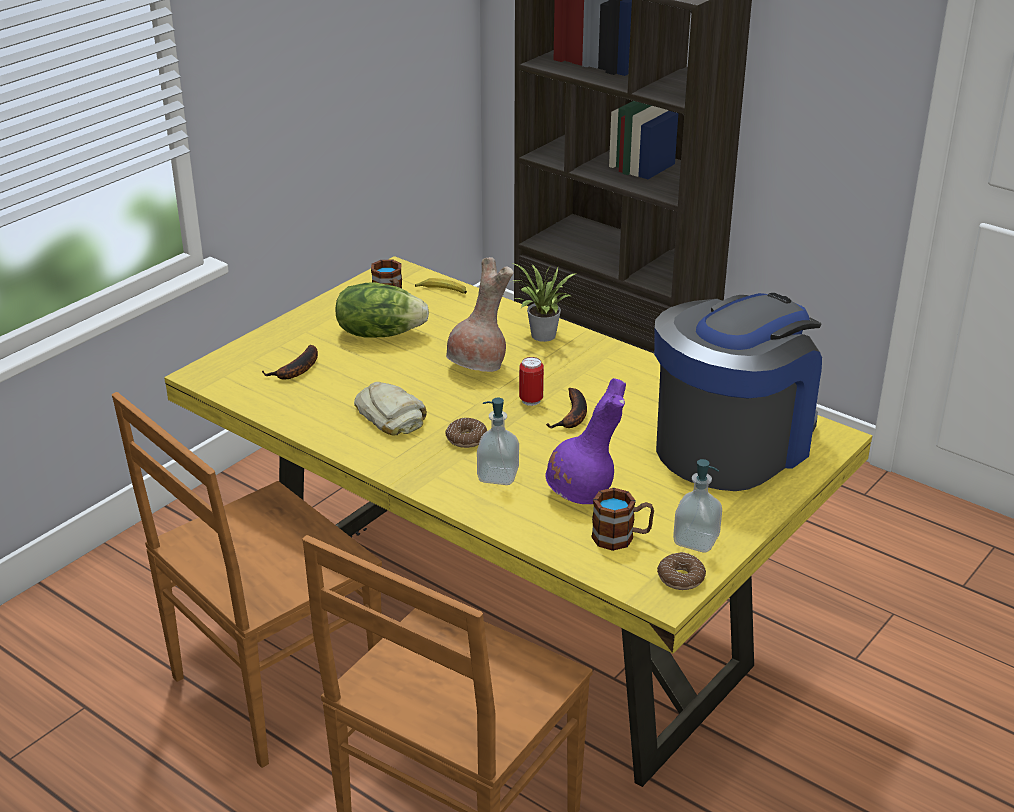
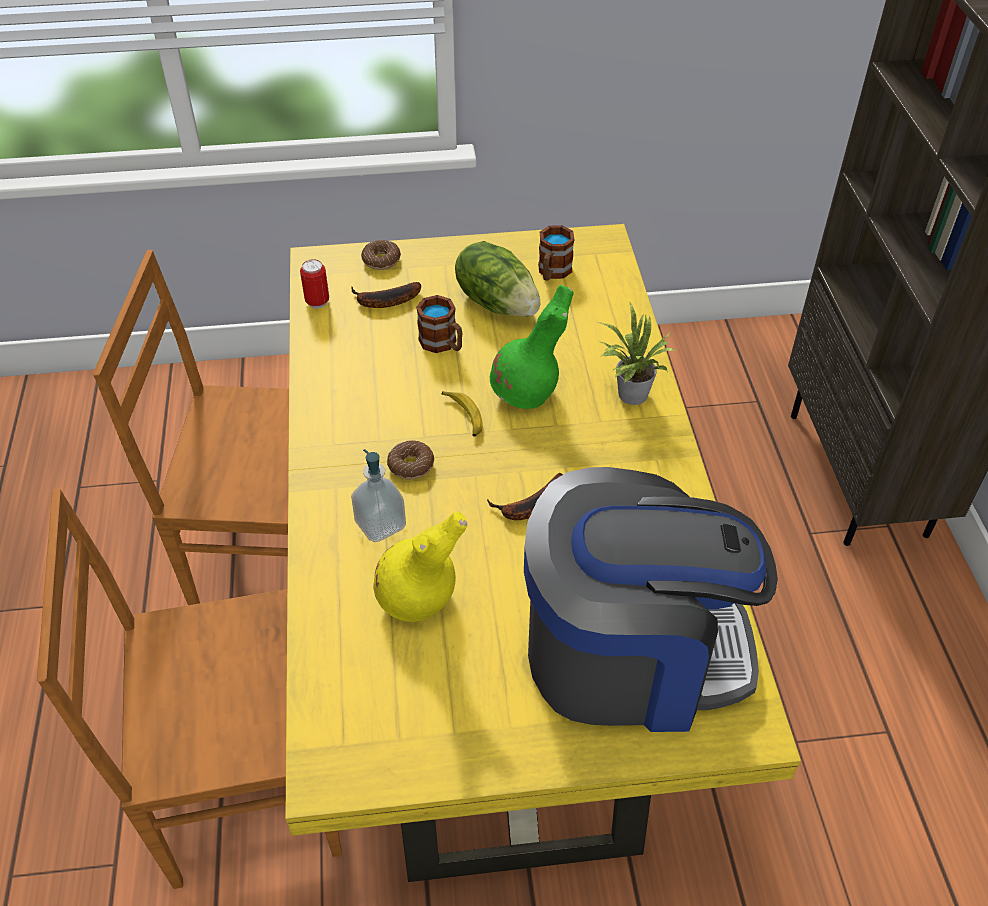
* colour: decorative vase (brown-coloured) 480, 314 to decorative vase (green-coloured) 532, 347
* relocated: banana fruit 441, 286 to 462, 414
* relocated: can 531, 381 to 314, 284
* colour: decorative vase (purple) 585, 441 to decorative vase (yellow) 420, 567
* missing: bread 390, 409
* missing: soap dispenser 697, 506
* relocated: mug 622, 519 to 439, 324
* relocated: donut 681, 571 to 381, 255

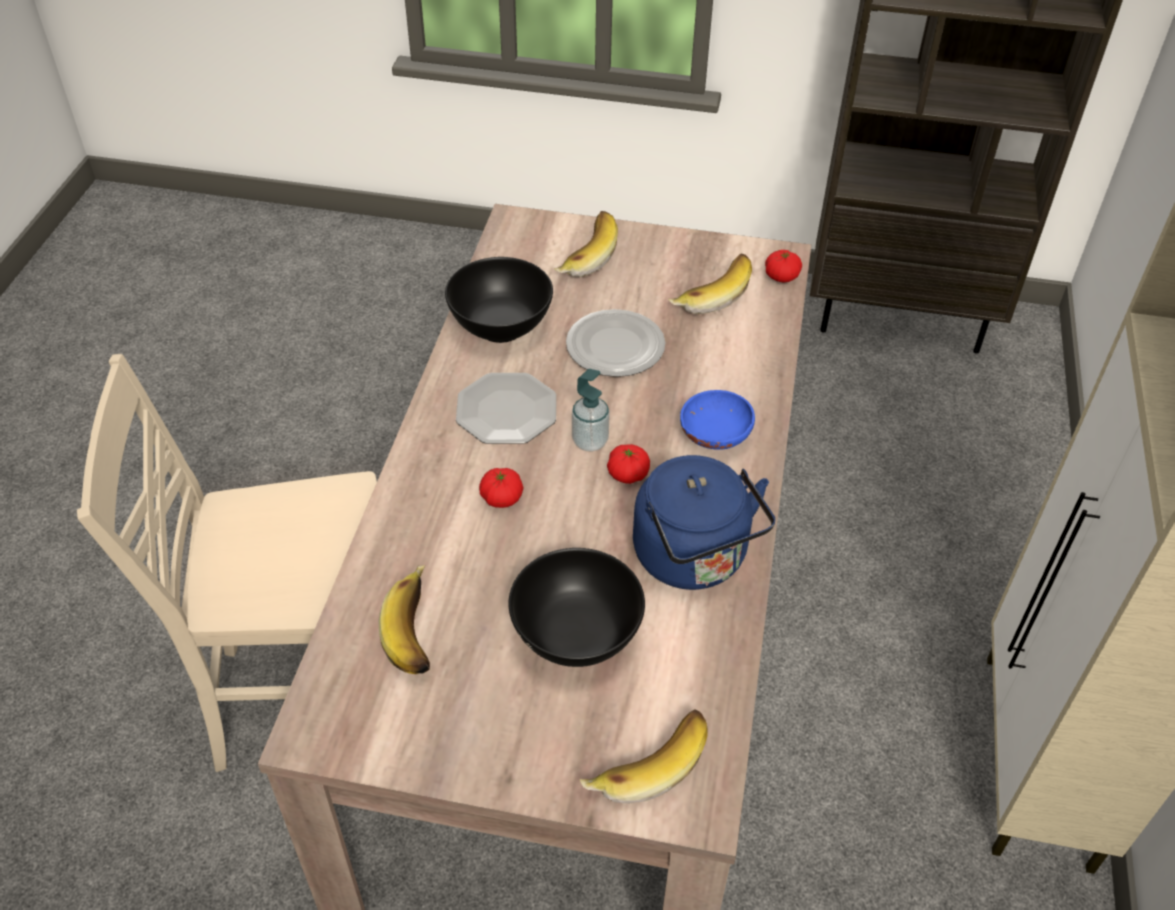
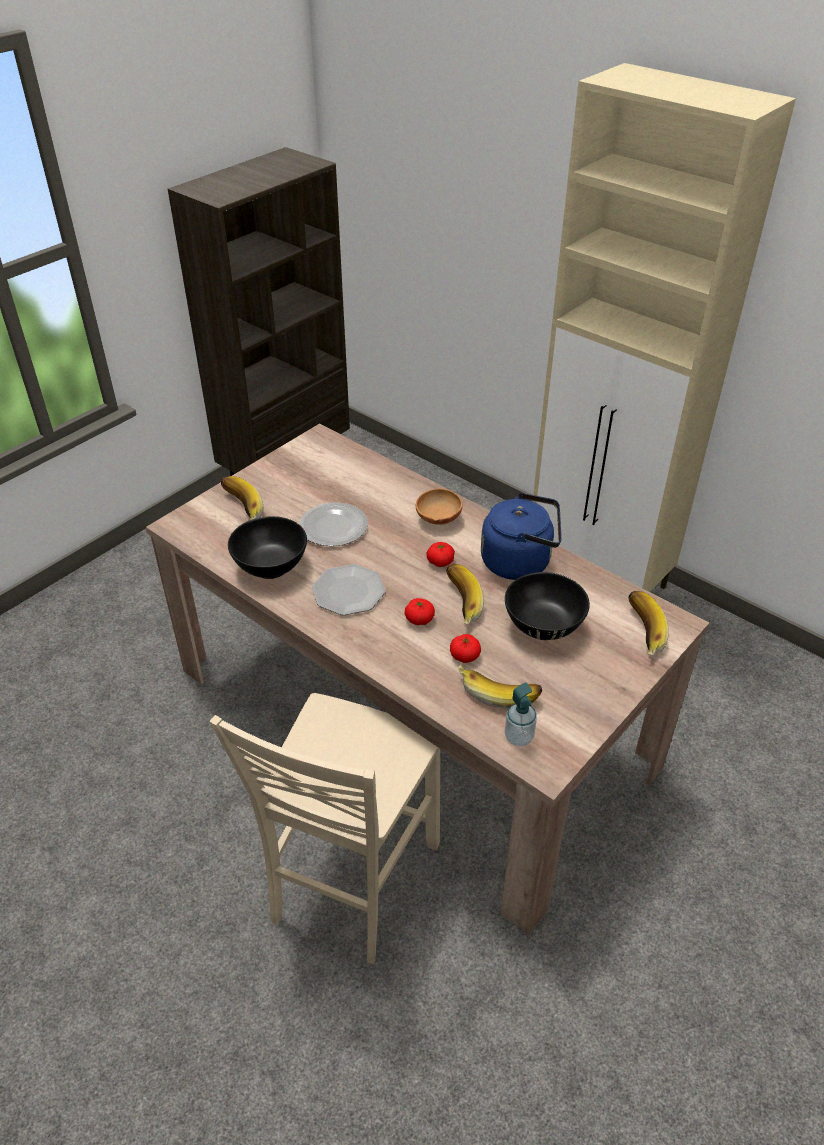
* relocated: whole tomato 783, 266 to 465, 648
* relocated: banana fruit 710, 283 to 465, 594
* relocated: soap dispenser 591, 410 to 521, 714
* colour: serving bowl (blue-coloured) 717, 420 to serving bowl (brown-coloured) 439, 506

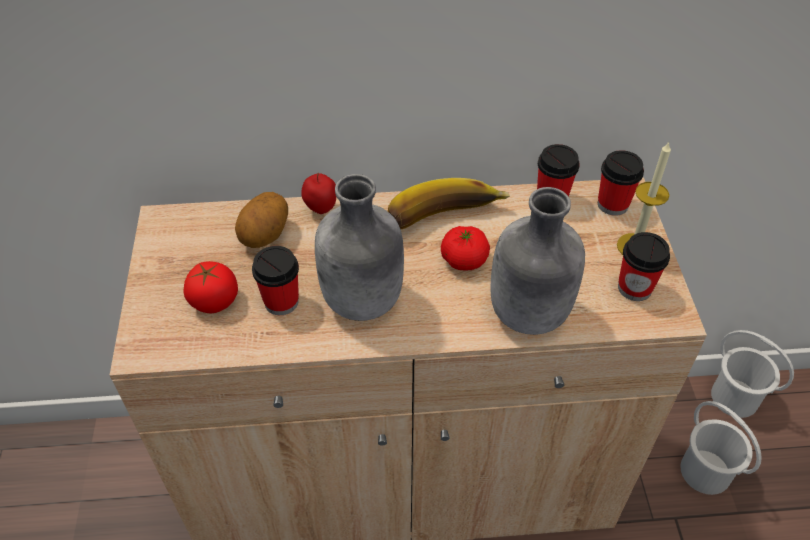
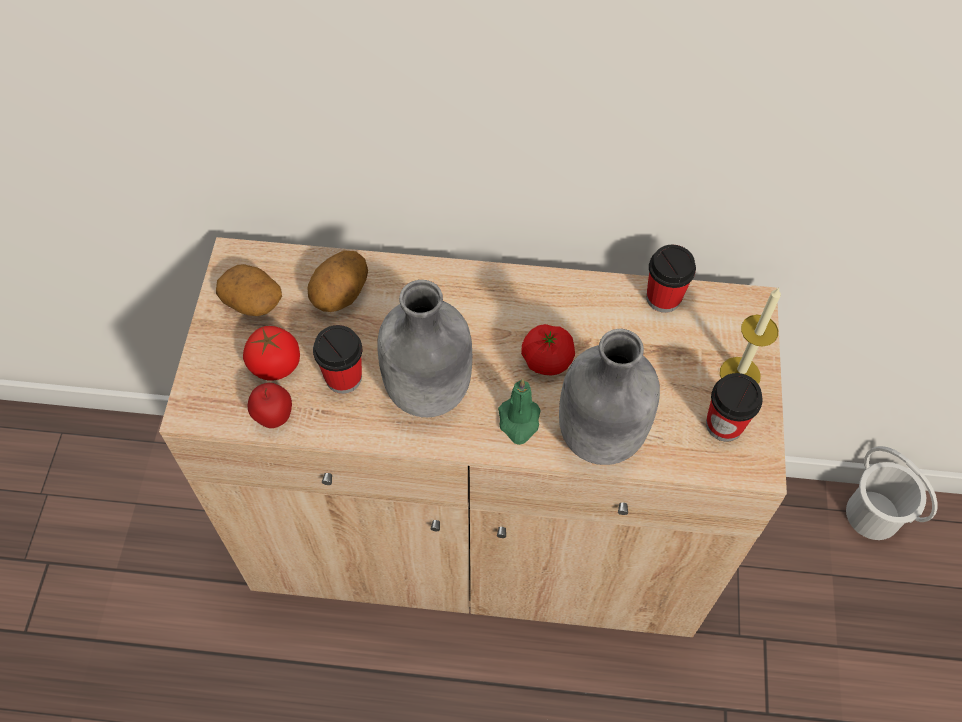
* missing: small cup 621, 183
* relocated: apple fruit 318, 193 to 270, 405
* missing: banana fruit 449, 203
* missing: bucket (white-coloured) 721, 448
* appeared: whole potato 249, 290
* appeared: wax light (green-coloured) 519, 411

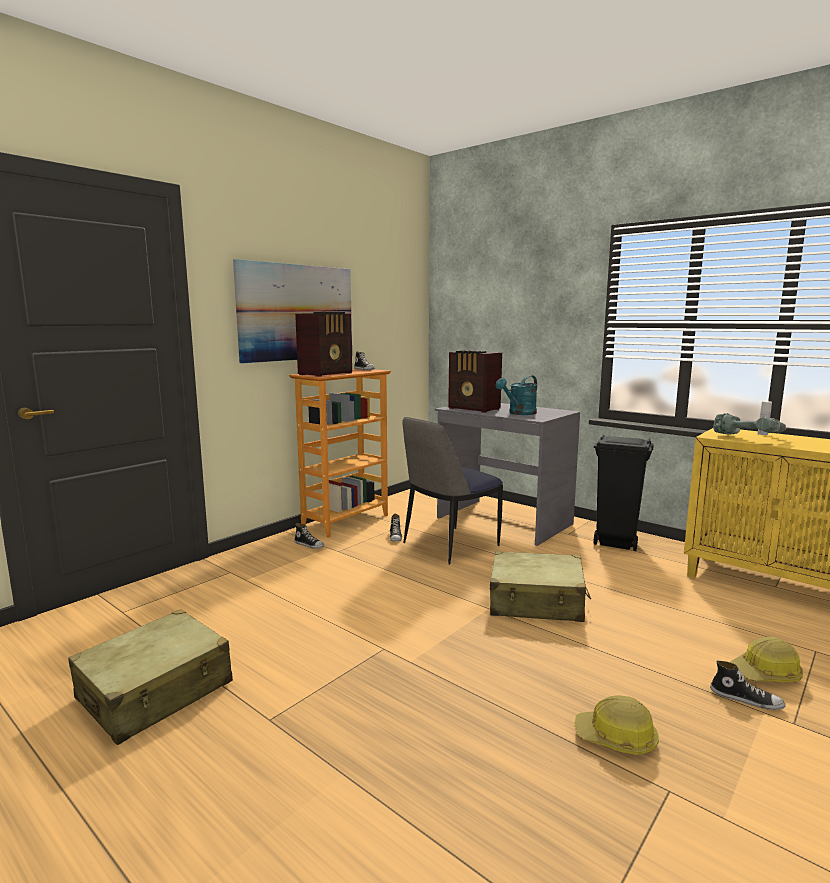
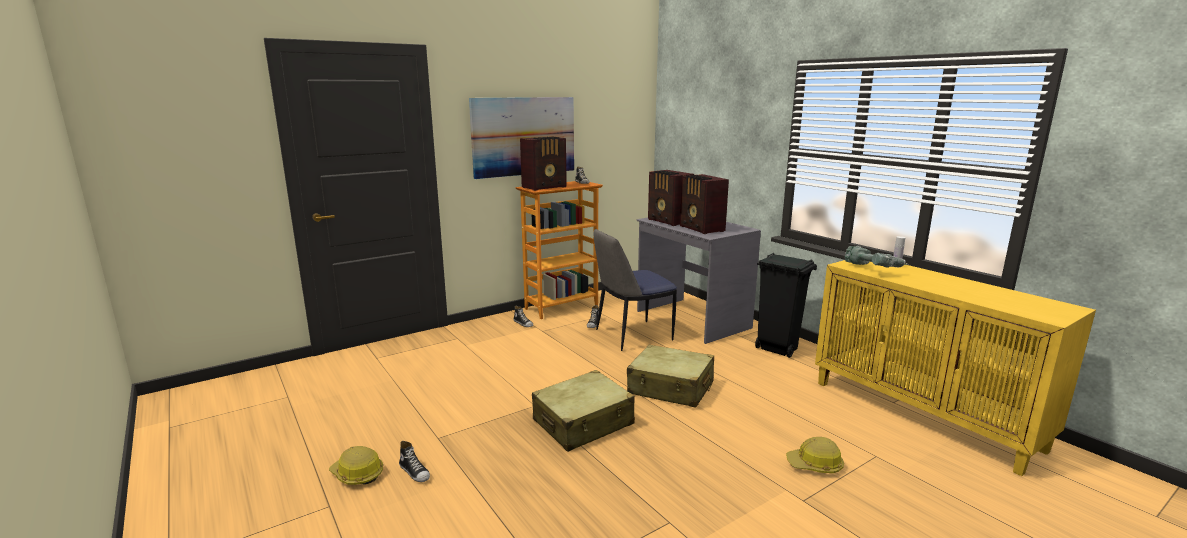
* exchanged: watering pot (turquoise) 516, 395 to radio receiver 704, 204
* relocated: suitcase (sand-coloured) 150, 677 to 583, 411
* relocated: shoe 747, 685 to 414, 461
* relocated: work helmet 617, 725 to 356, 465

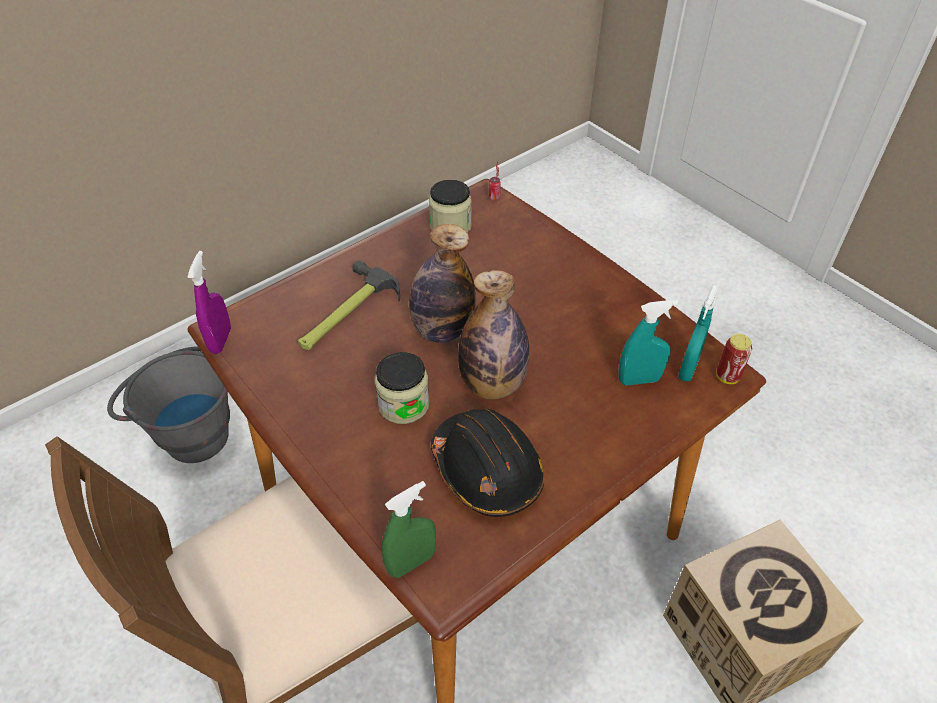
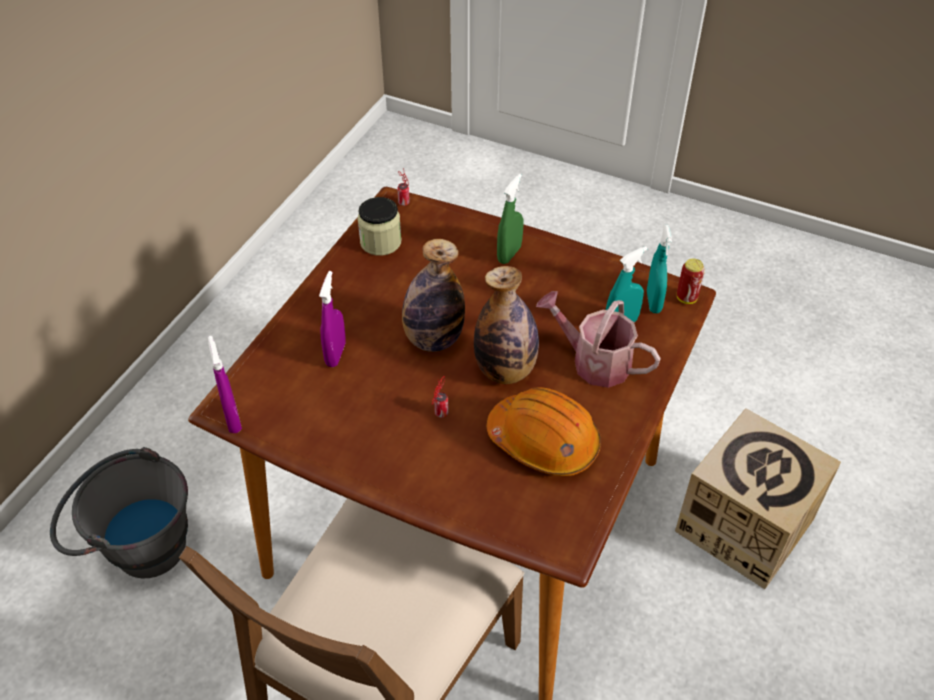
* exchanged: tool hammer 348, 305 to spray bottle (purple) 332, 319
* exchanged: storage jar 402, 388 to can 440, 397
* colour: work helmet (black) 488, 463 to work helmet (orangey) 544, 431
* relocated: spray bottle (green-coloured) 408, 529 to 510, 219
* appeared: watering pot 598, 339

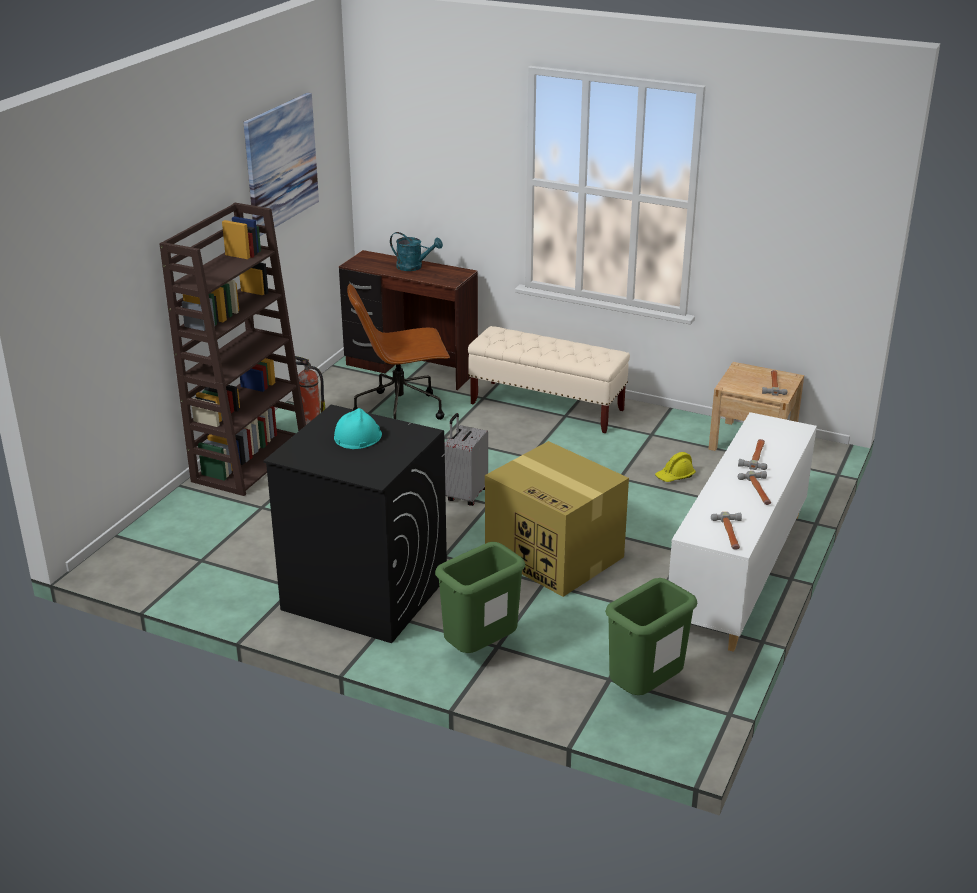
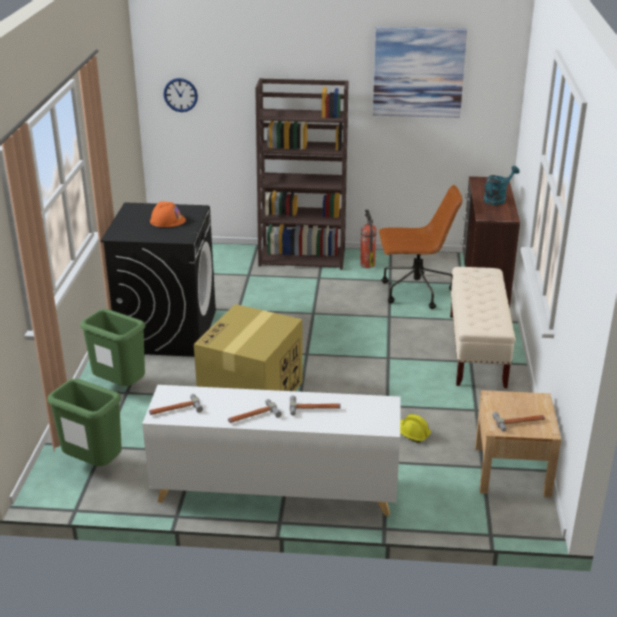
* spun: watering pot (turquoise) 416, 251 = 502, 185 135 degrees counterclockwise
* spun: office chair (brown-coloured) 398, 351 = 420, 247 120 degrees clockwise
* colour: work helmet (turquoise) 358, 428 to work helmet (orangey) 168, 214
* missing: suitcase (gray) 466, 459
* appeared: wall clock 181, 95

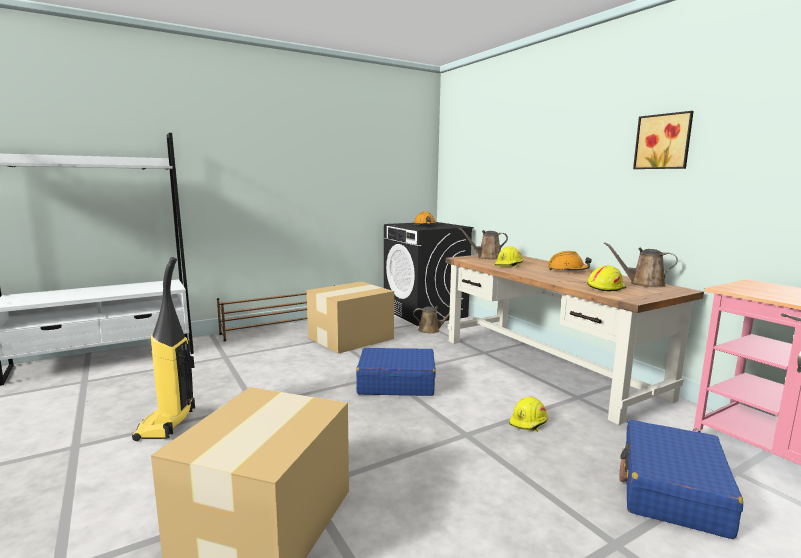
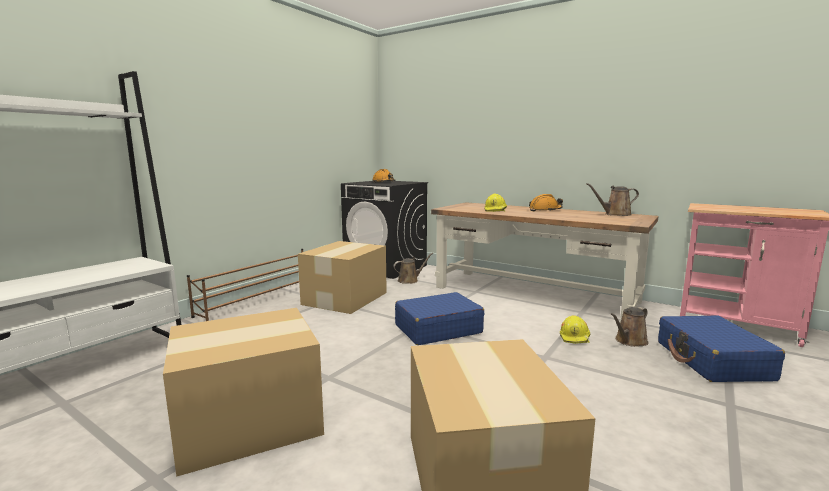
* missing: wall art 663, 140
* relocated: watering pot (brown-coloured) 483, 243 to 630, 327
* exchanged: vacuum cleaner 163, 349 to packing box 243, 392
* missing: work helmet (yellow) 606, 278

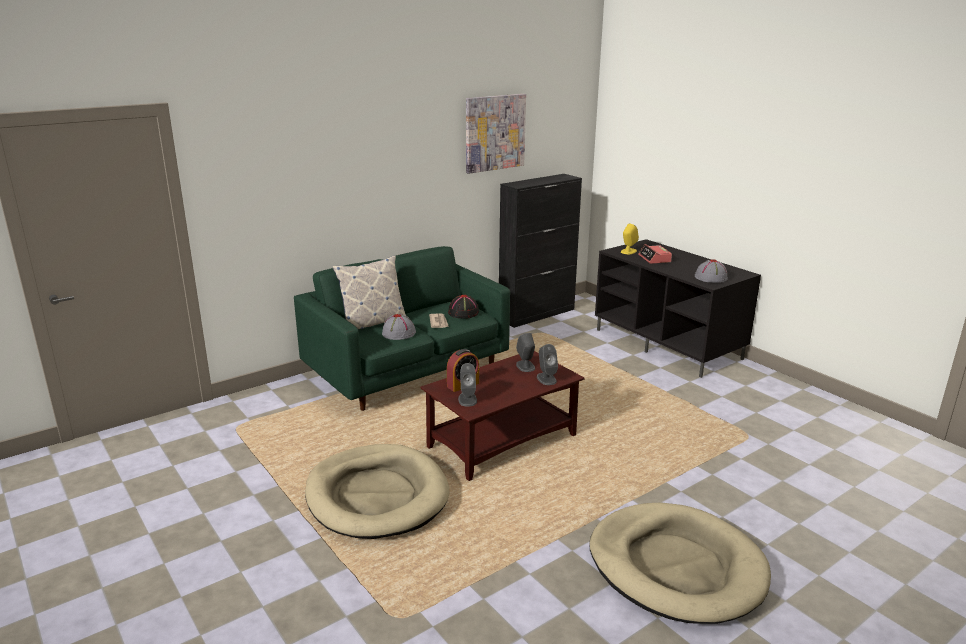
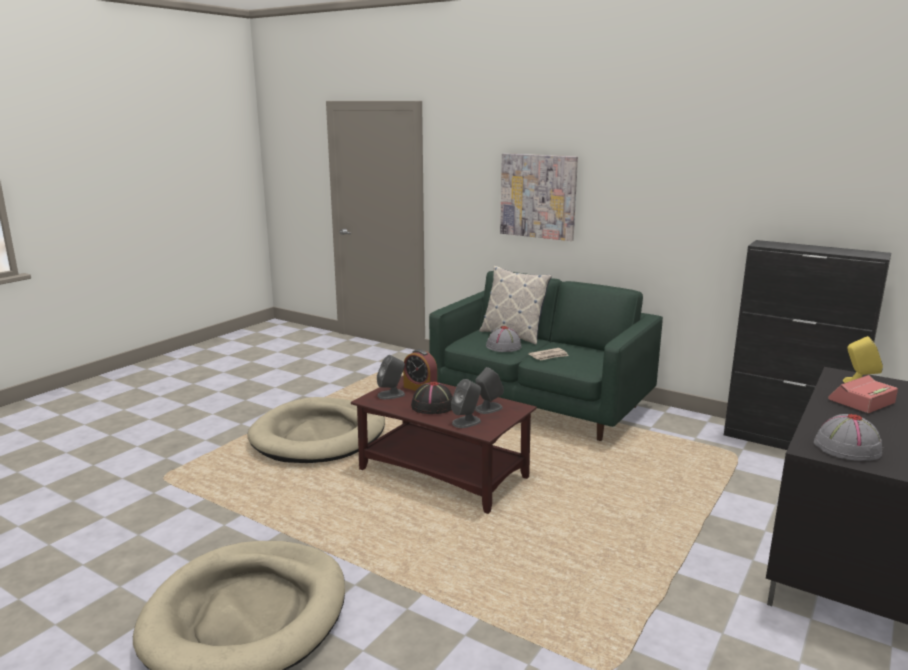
* relocated: wall art 496, 134 to 539, 197
* relocated: hat (black) 463, 307 to 432, 397

